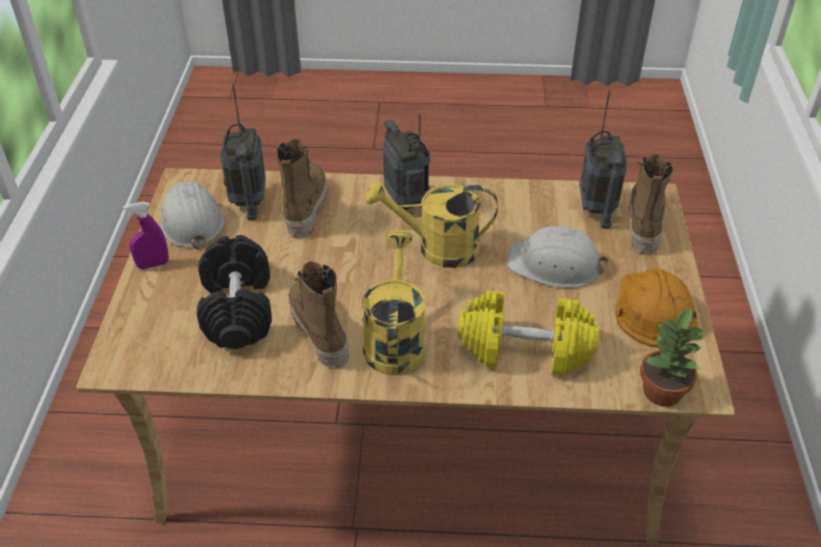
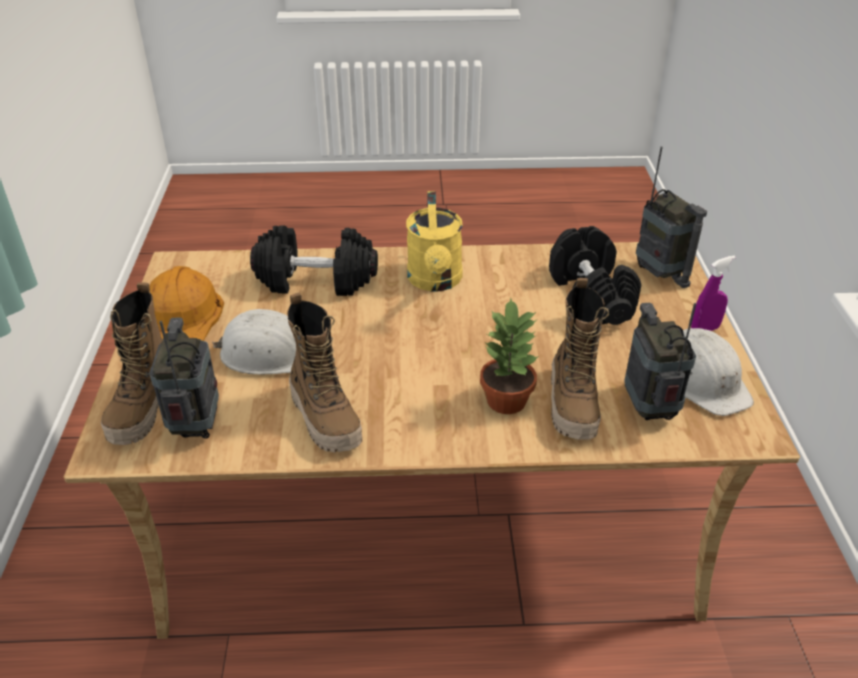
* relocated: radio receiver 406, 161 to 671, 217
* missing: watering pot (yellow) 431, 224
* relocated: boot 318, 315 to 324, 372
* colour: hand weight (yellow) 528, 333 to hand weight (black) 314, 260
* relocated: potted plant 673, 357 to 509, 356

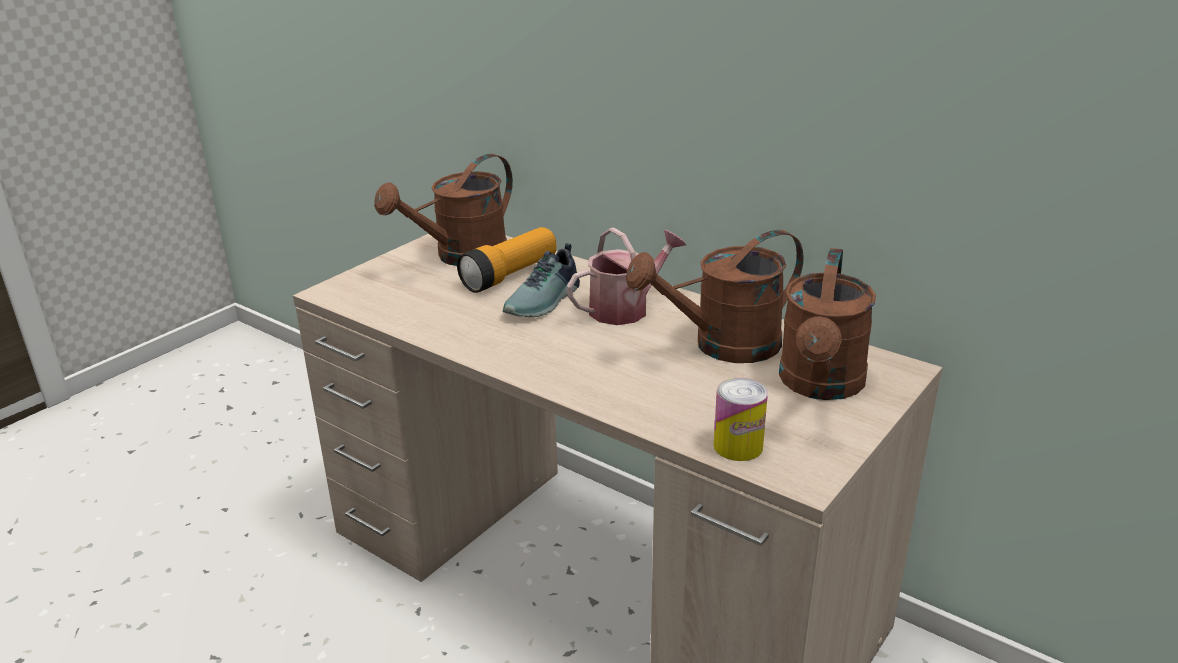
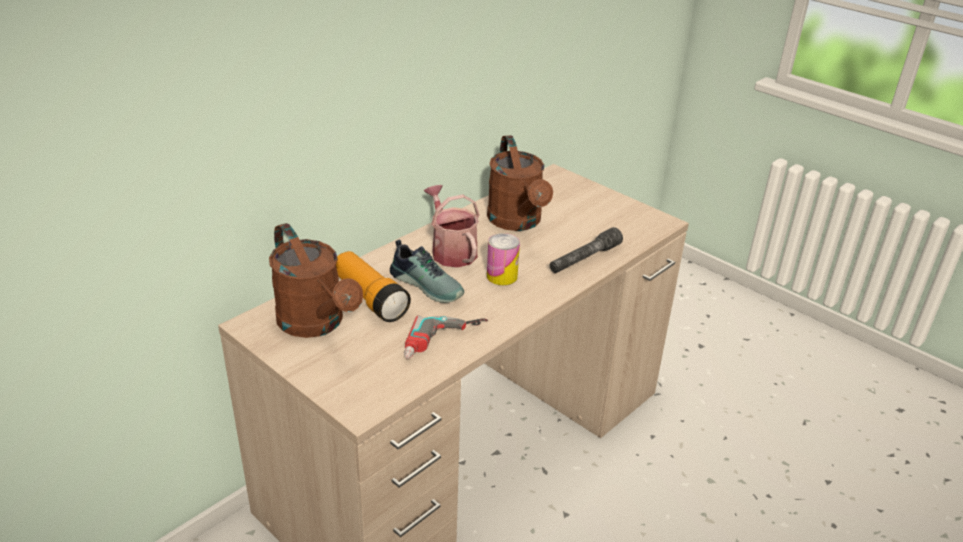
* missing: watering pot (brown-coloured) 827, 324
* relocated: can 741, 419 to 503, 259
* appeared: torch (gray) 586, 250
* appeared: electric drill 446, 337

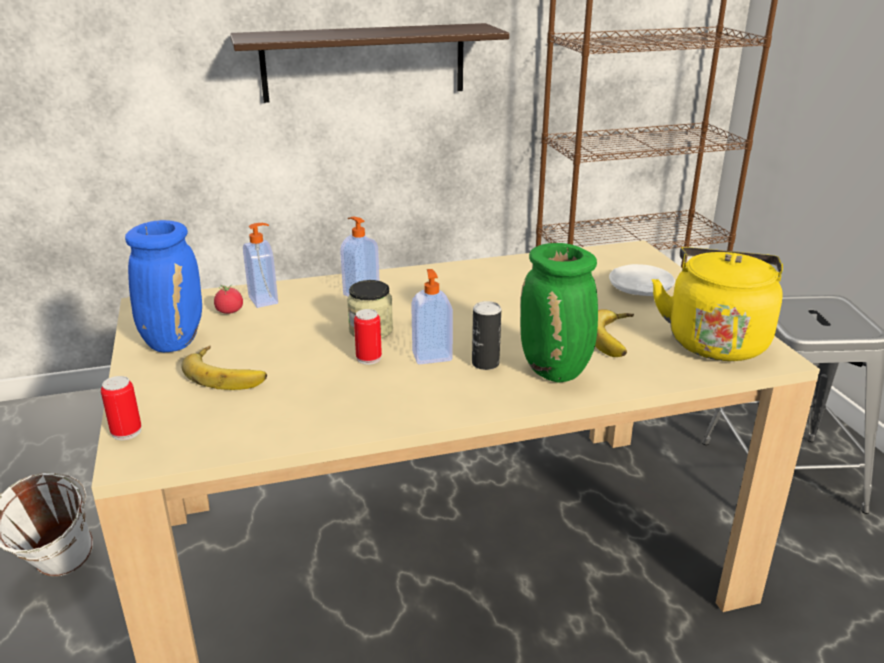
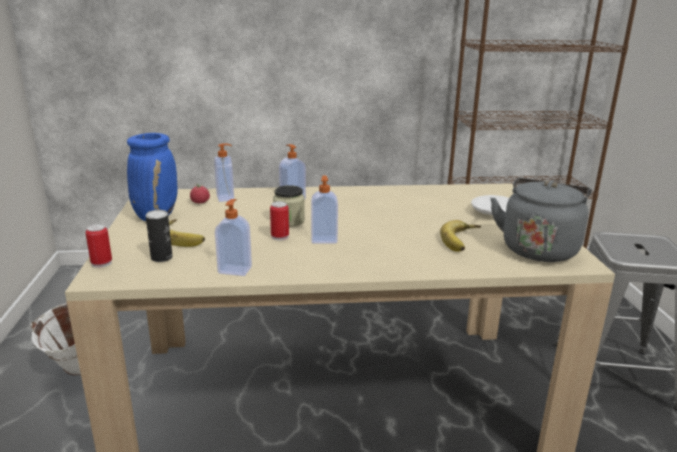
* missing: shelf 369, 63
* missing: decorative vase (green-coloured) 559, 313
* colour: tea kettle (yellow) 717, 304 to tea kettle (gray) 541, 220
* relocated: can 486, 335 to 159, 236
* appeared: soap dispenser 233, 237

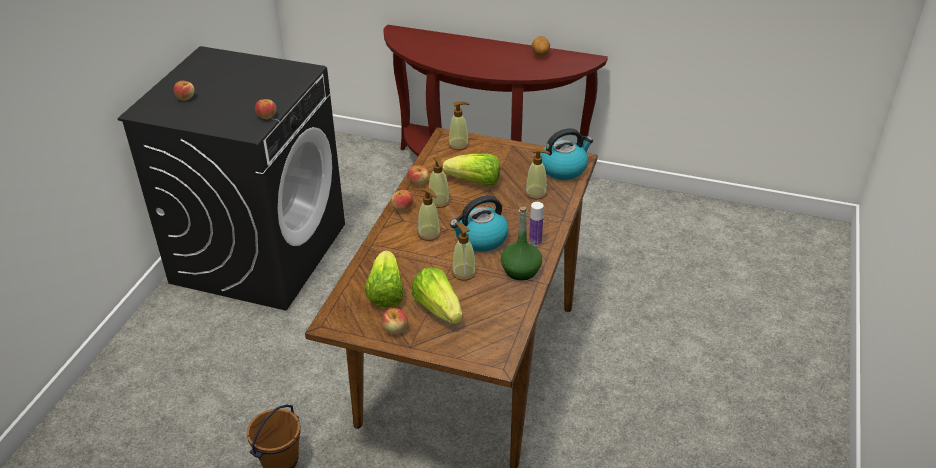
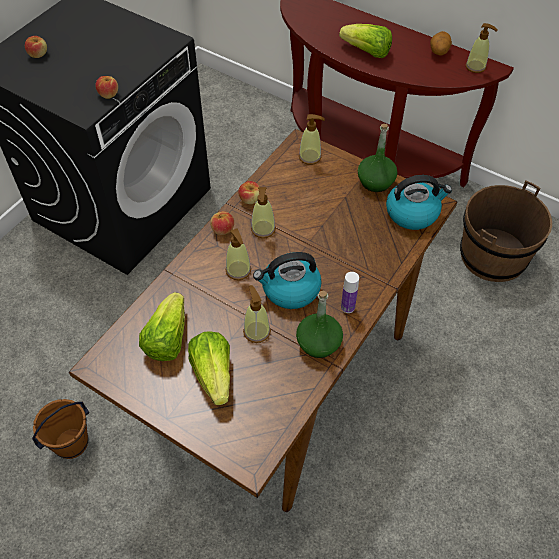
* relocated: soap dispenser 537, 174 to 481, 48
* relocated: head of lettuce 471, 170 to 365, 41
* missing: apple fruit 395, 321
* appeared: bottle (green-coloured) 378, 158
* appeared: bucket (brown-coloured) 506, 231

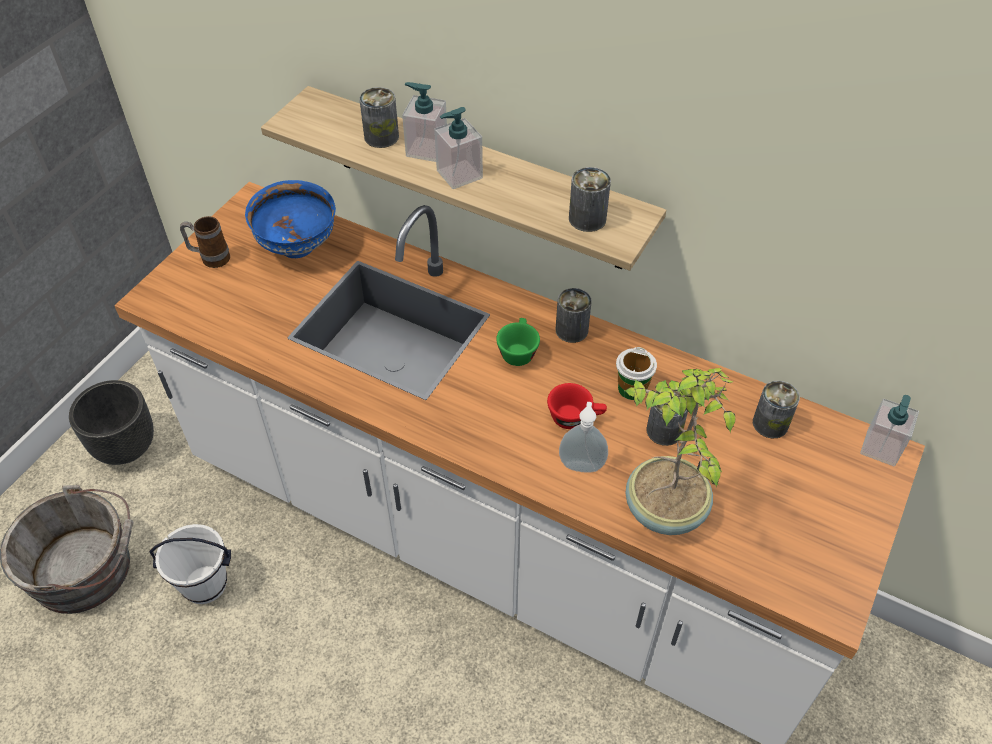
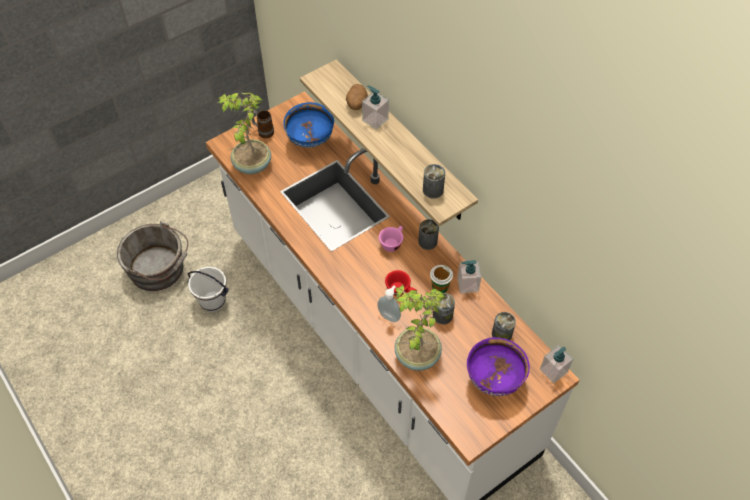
* exchanged: can 379, 117 to whole potato 357, 97
* relocated: soap dispenser 458, 148 to 469, 276
* colour: small cup (green-coloured) 518, 342 to small cup (pink) 391, 239
* missing: flower pot (black) 111, 422
* appeared: potted plant 244, 133
* appeared: serving bowl (purple) 498, 366

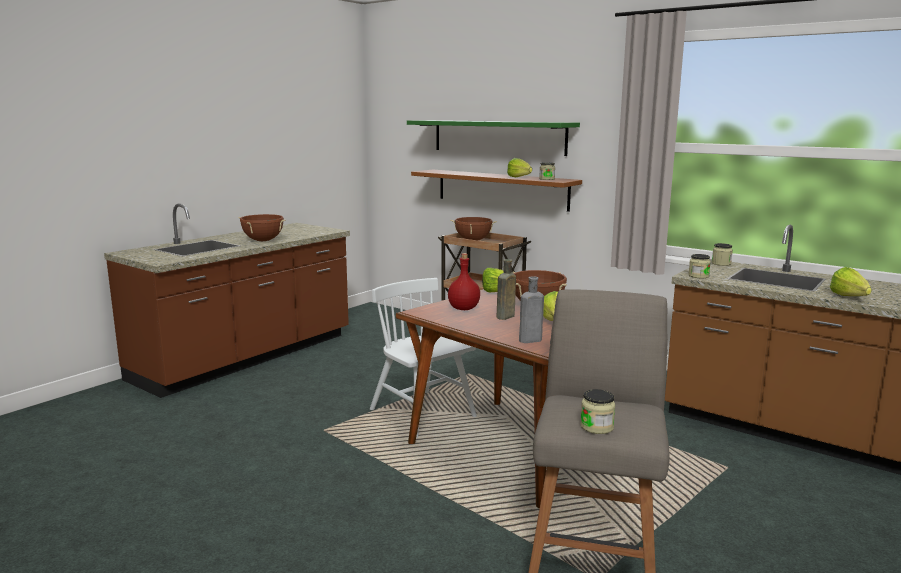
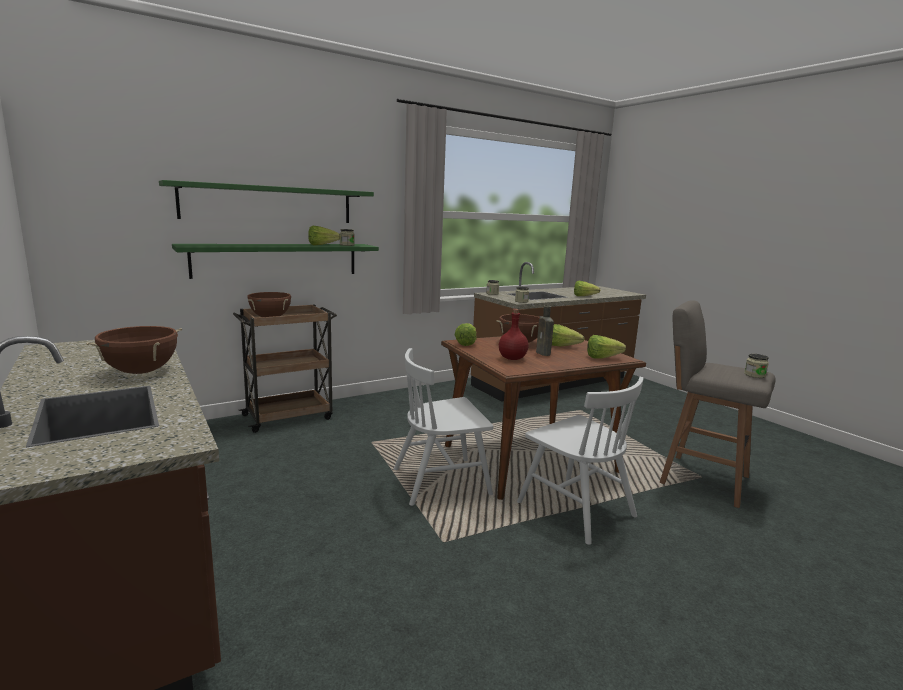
* colour: shelf (brown-coloured) 496, 191 to shelf (green-coloured) 275, 261
* exchanged: bottle (gray) 531, 309 to head of lettuce 606, 346
* appeared: upright chair (white-coloured) 580, 461

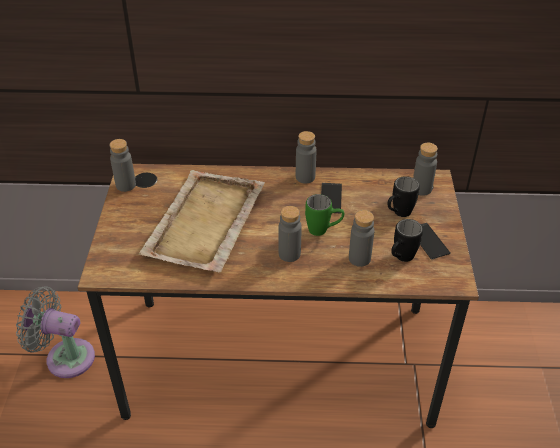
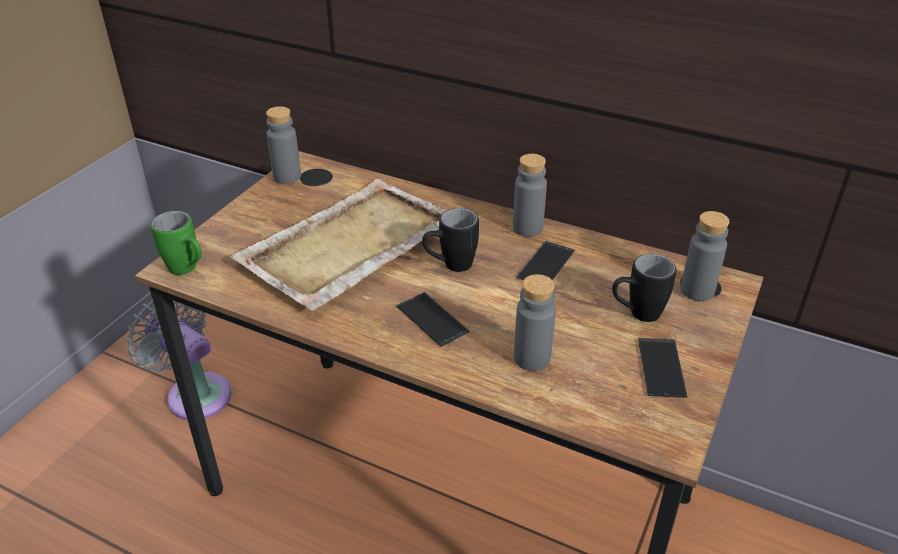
* relocated: mug (green-coloured) 324, 215 to 176, 243
* exchanged: bottle (gray) 290, 234 to phone 433, 319
* relocated: mug (black) 407, 240 to 450, 240

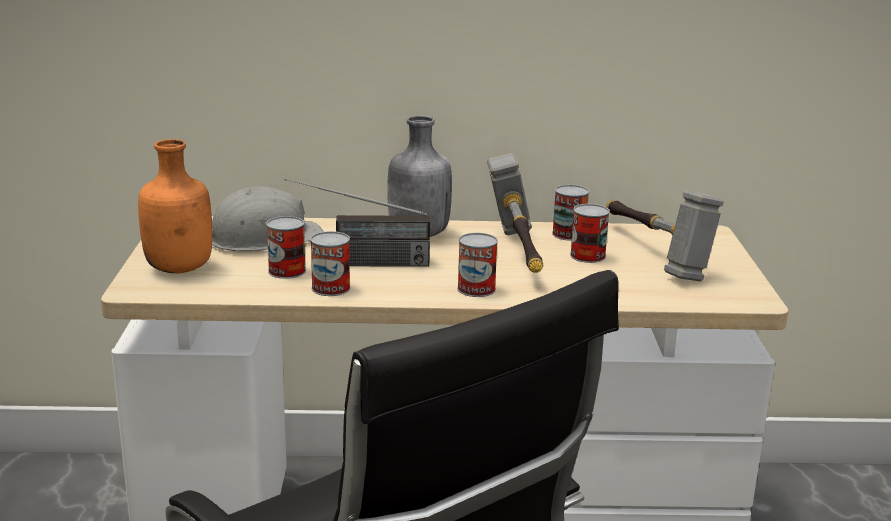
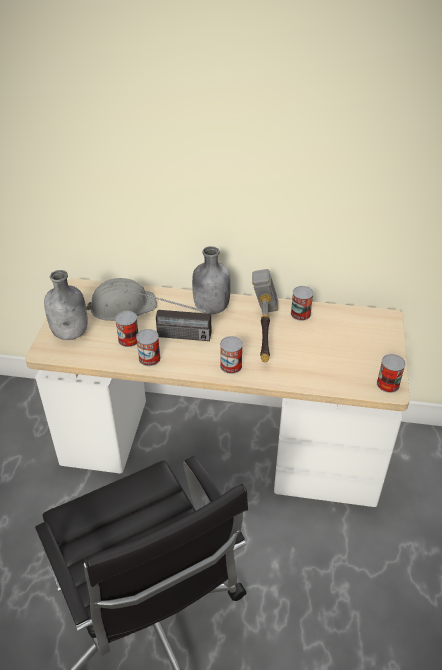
* colour: bottle (orangey) 175, 206 to bottle (gray) 66, 305
* missing: tool hammer 665, 236
* relocated: can 590, 233 to 391, 373

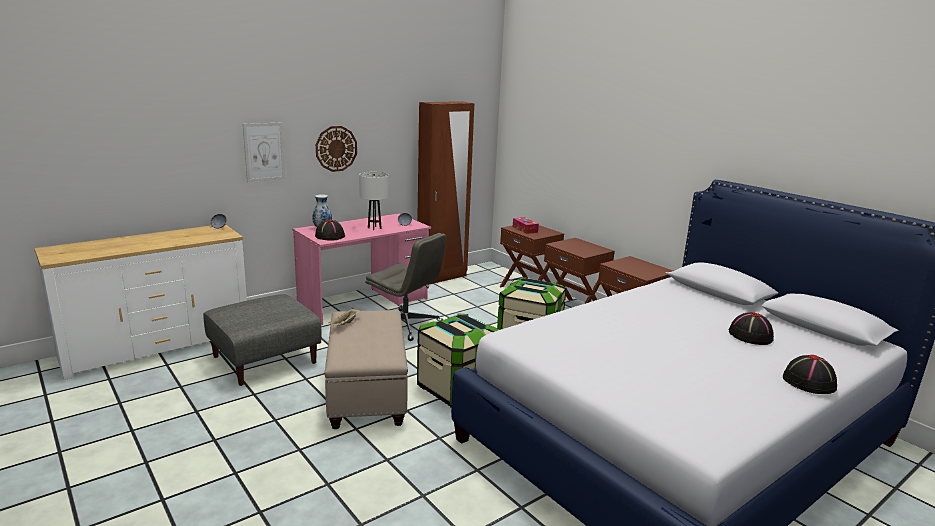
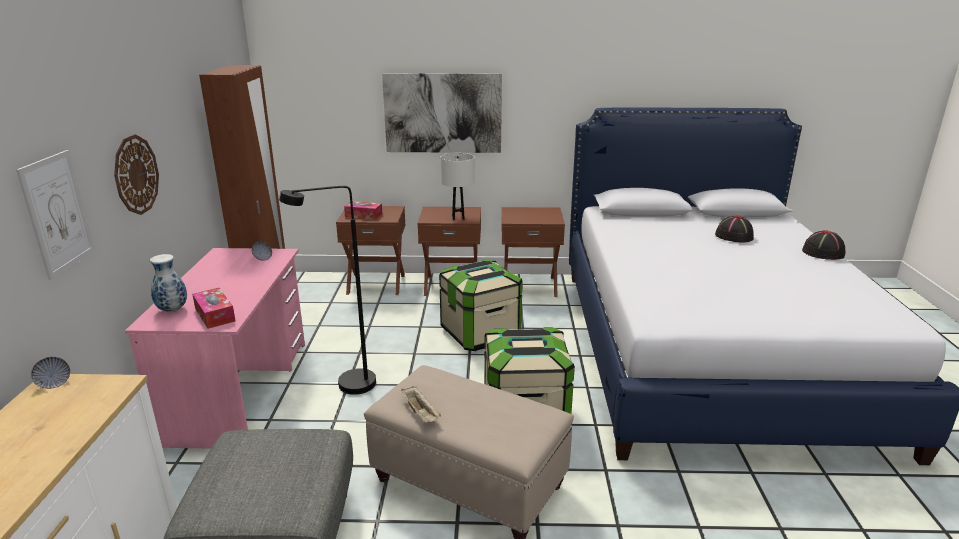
* relocated: tabletop lamp (white-coloured) 374, 201 to 457, 186
* exchanged: hat (black) 330, 230 to box of tissues 213, 308
* exchanged: office chair (gray) 405, 287 to floor lamp (black) 327, 290
* appeared: wall art 442, 113

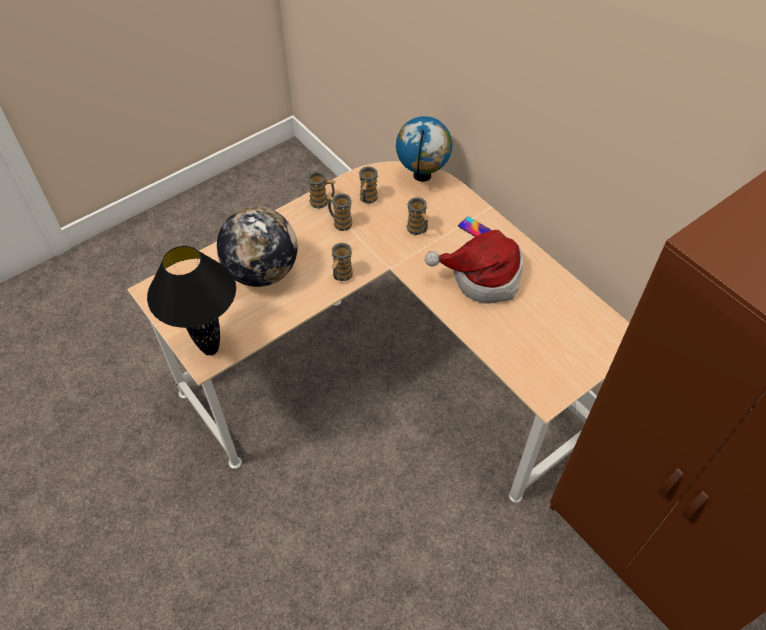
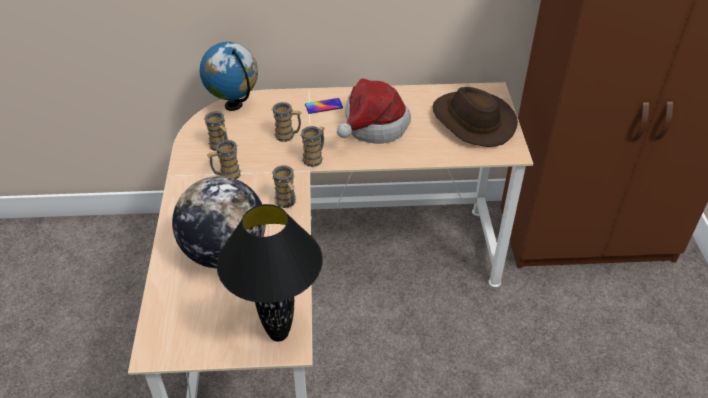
* relocated: mug 320, 190 to 312, 146
* appeared: hat (brown-coloured) 475, 117

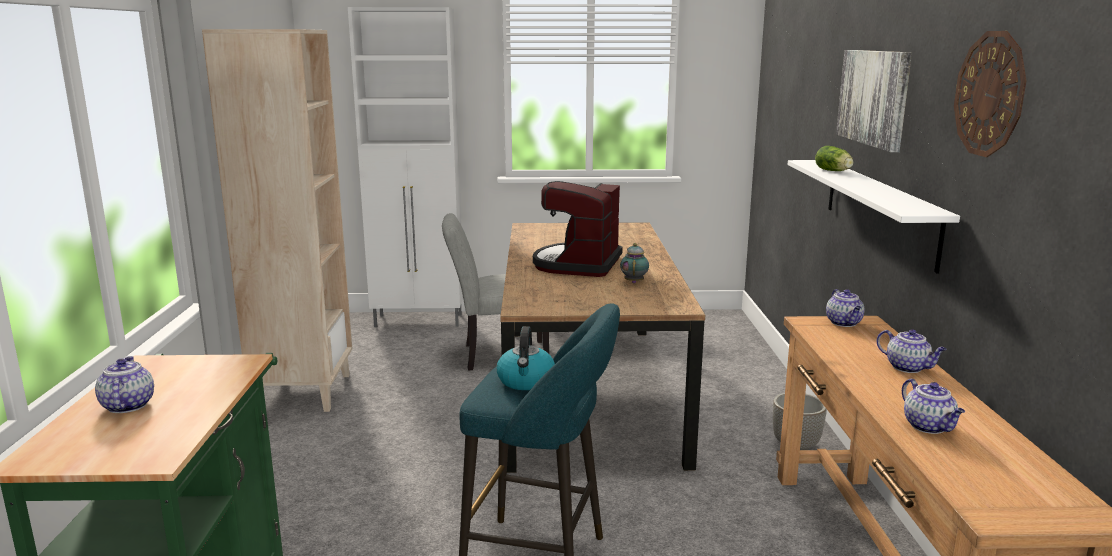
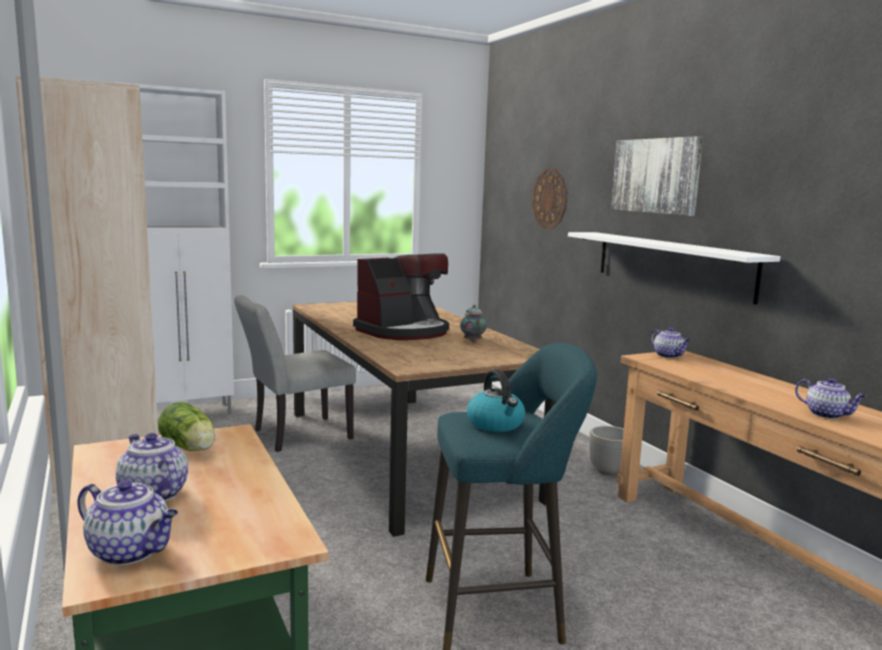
* relocated: wall clock 990, 94 to 549, 199
* relocated: head of lettuce 834, 158 to 186, 426
* spun: coffee machine 578, 229 = 401, 296 120 degrees counterclockwise
* relocated: teapot 912, 351 to 127, 522

